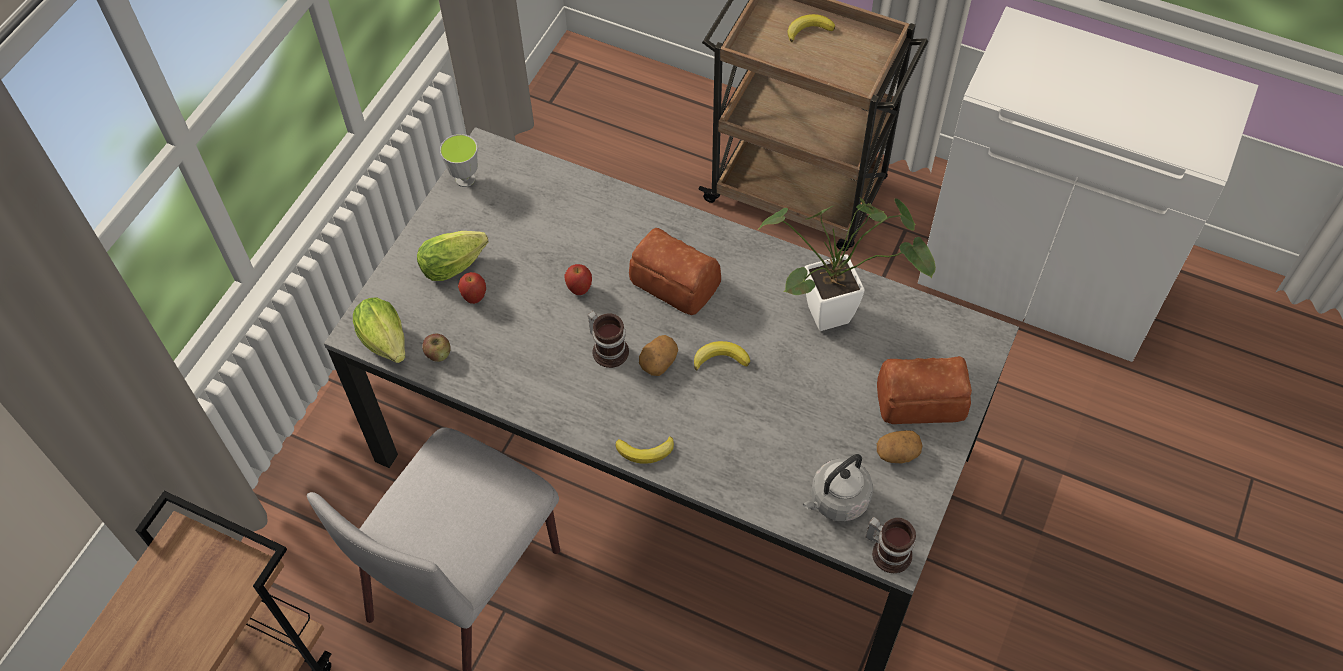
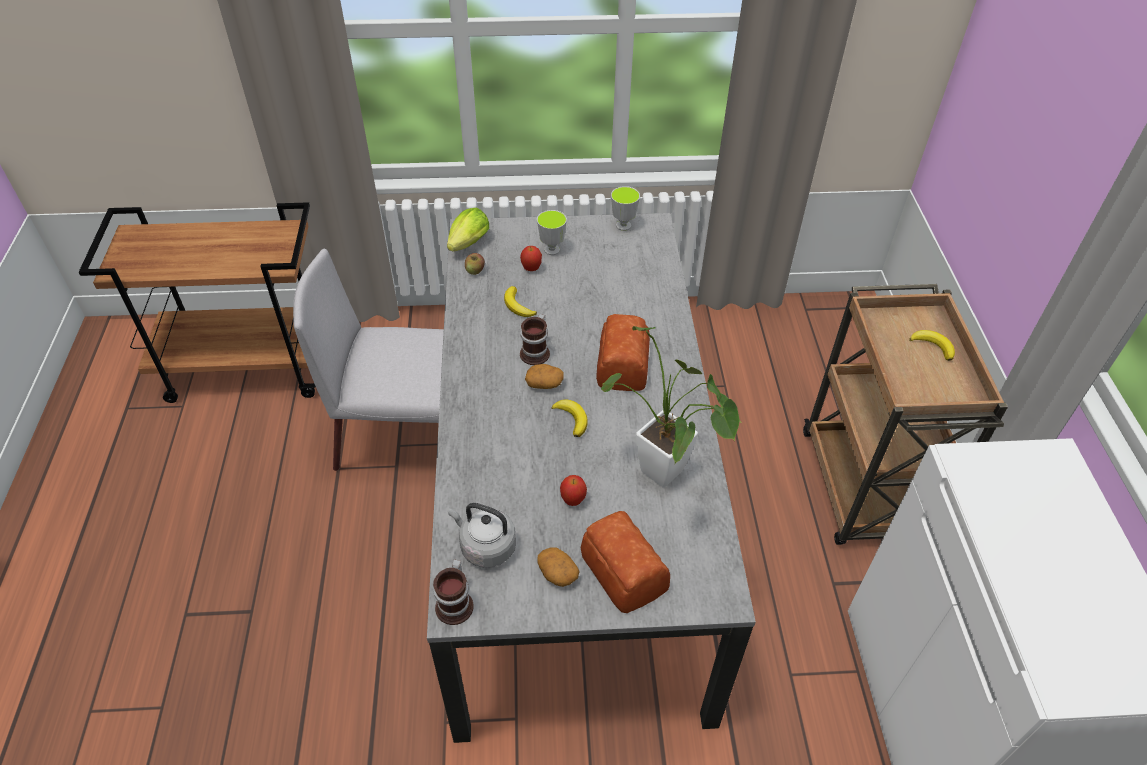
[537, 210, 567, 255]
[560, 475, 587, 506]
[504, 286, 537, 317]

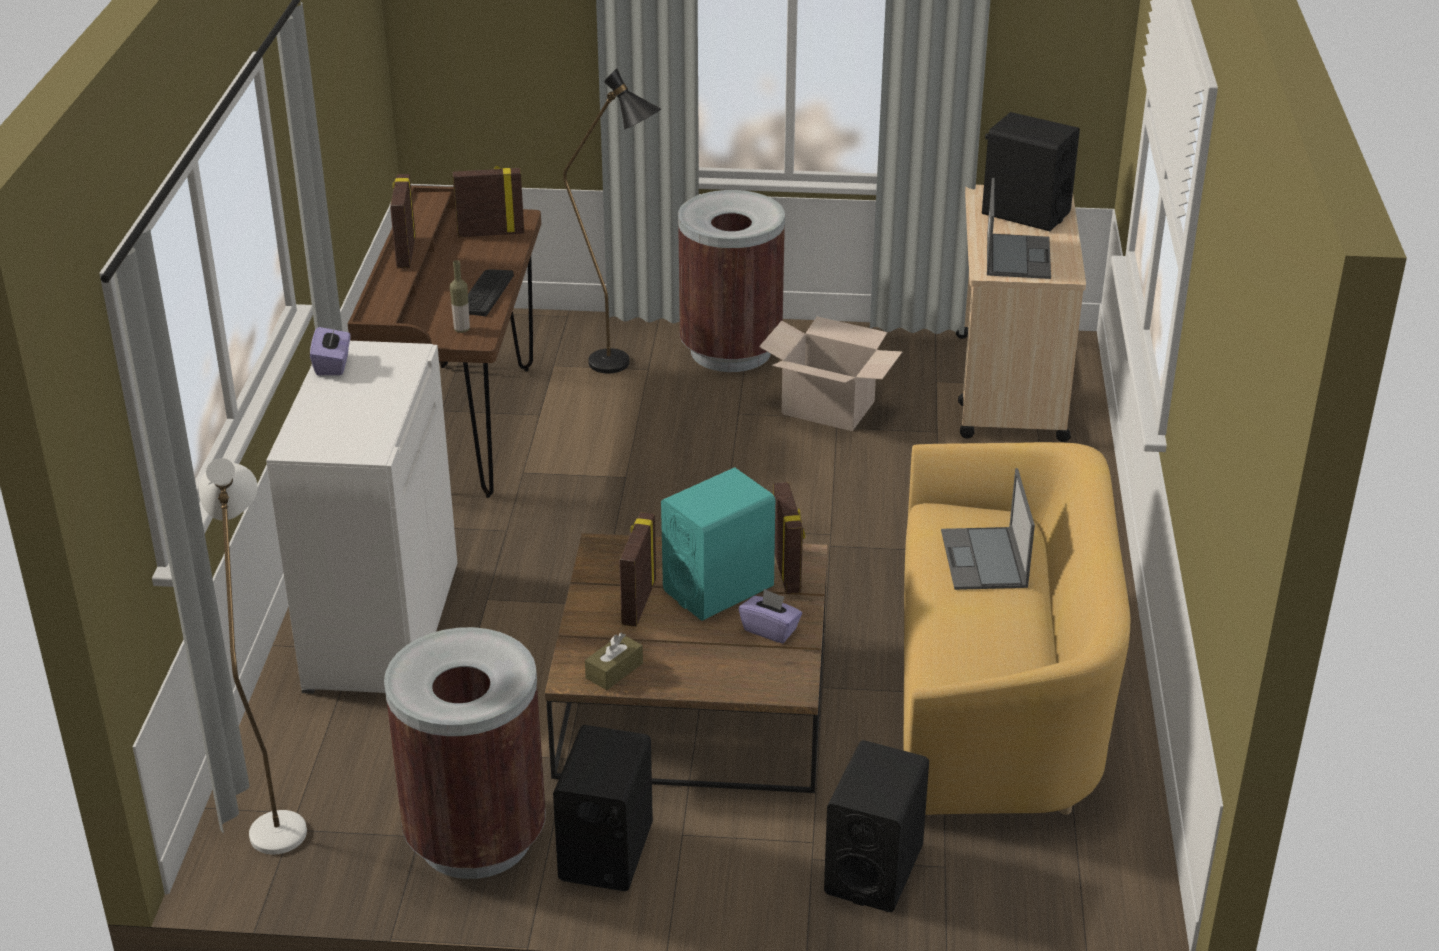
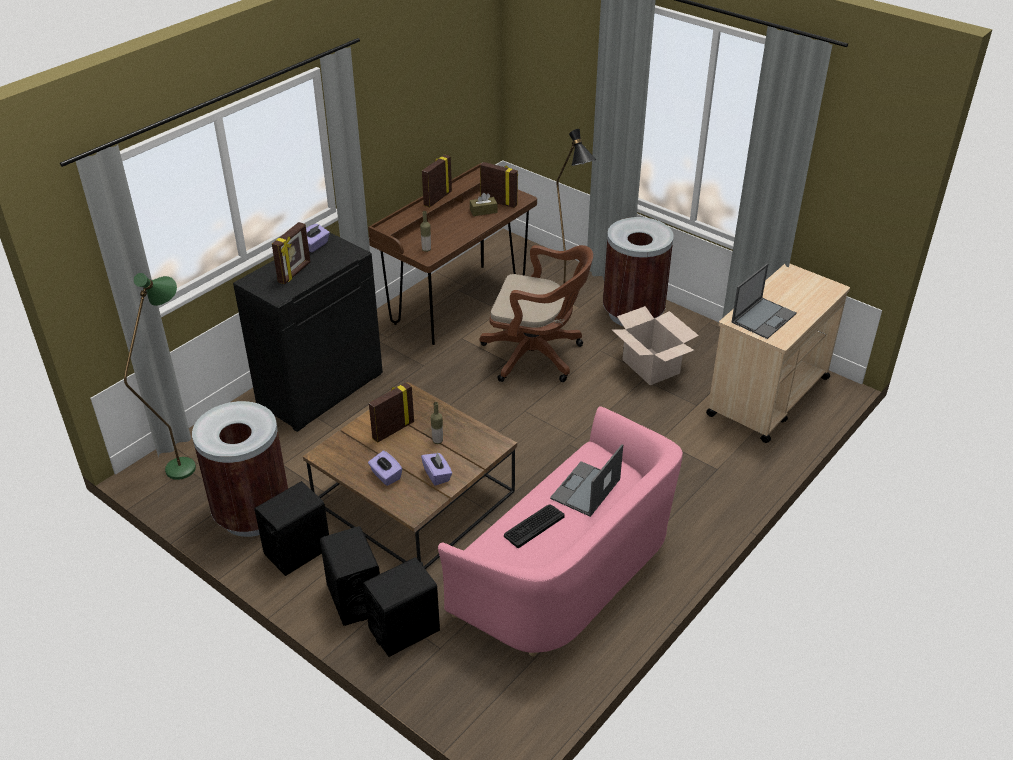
[124, 273, 196, 480]
[233, 233, 383, 432]
[504, 505, 565, 548]
[470, 193, 497, 216]
[431, 402, 443, 444]
[272, 222, 311, 284]
[438, 406, 683, 656]
[320, 526, 380, 626]
[368, 451, 402, 486]
[479, 245, 593, 382]

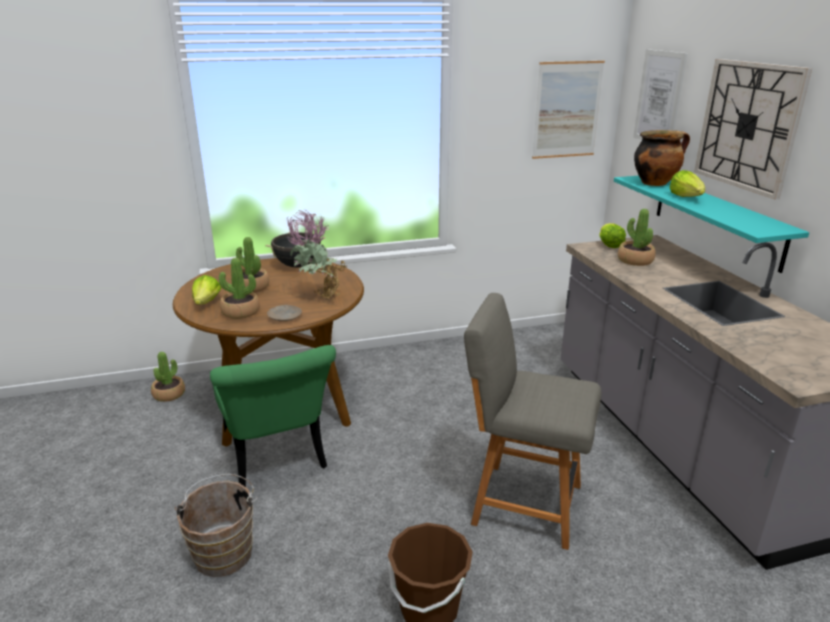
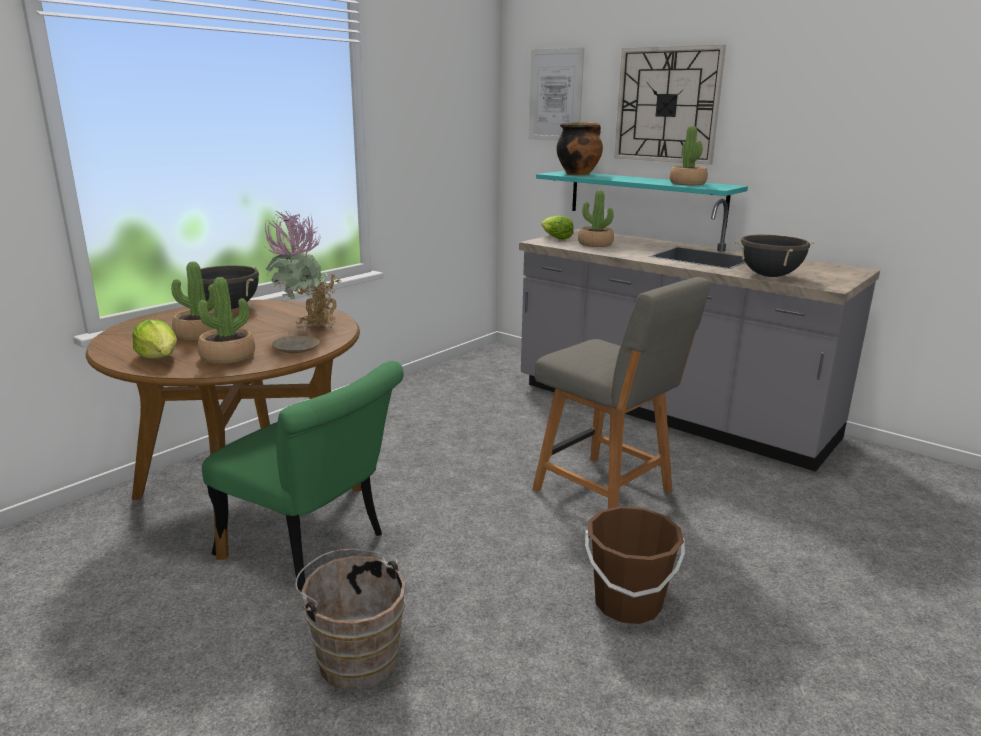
[670, 126, 708, 185]
[532, 277, 710, 509]
[532, 61, 605, 159] (first image)
[670, 170, 705, 197] (first image)
[735, 235, 815, 277]

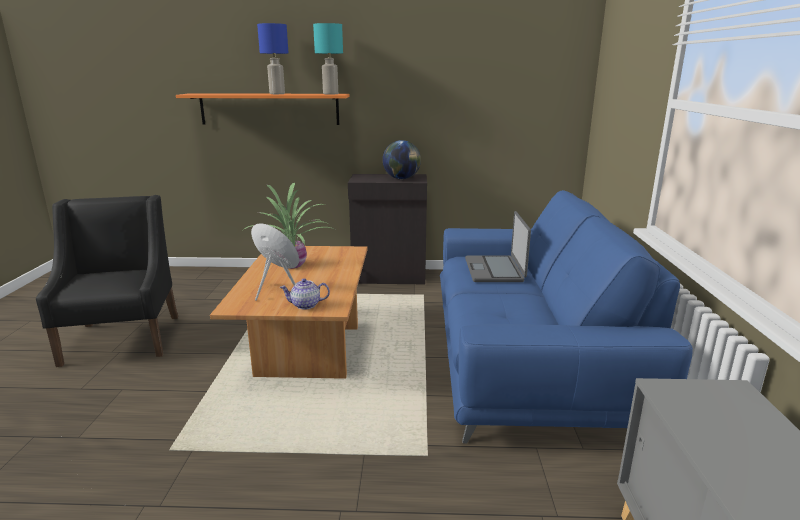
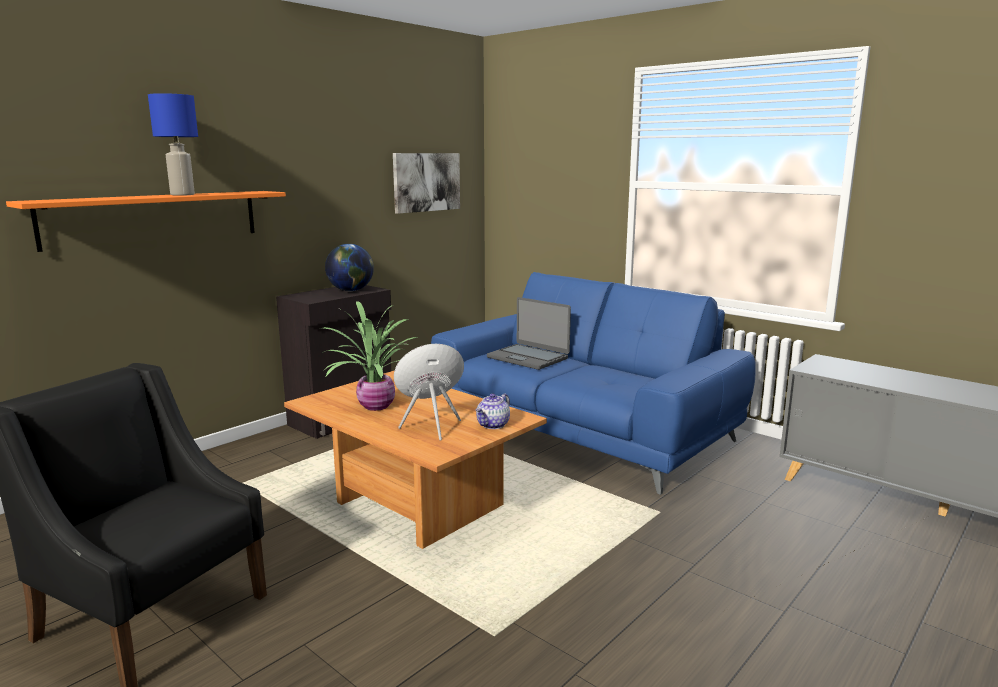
[313, 23, 343, 94] (first image)
[393, 153, 460, 214]

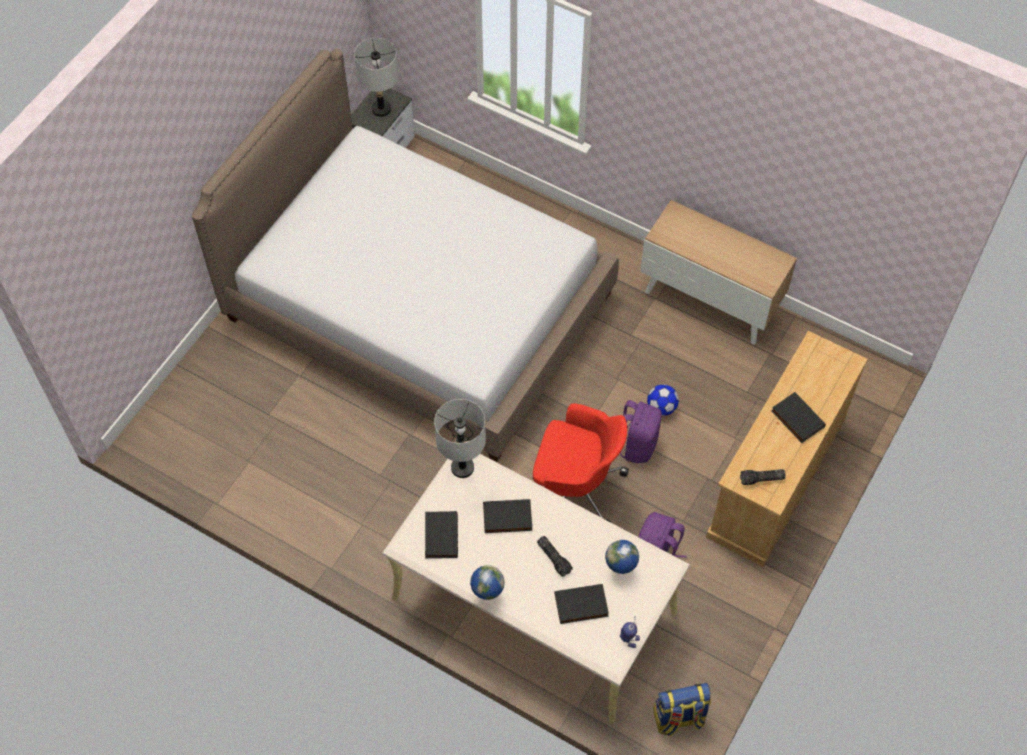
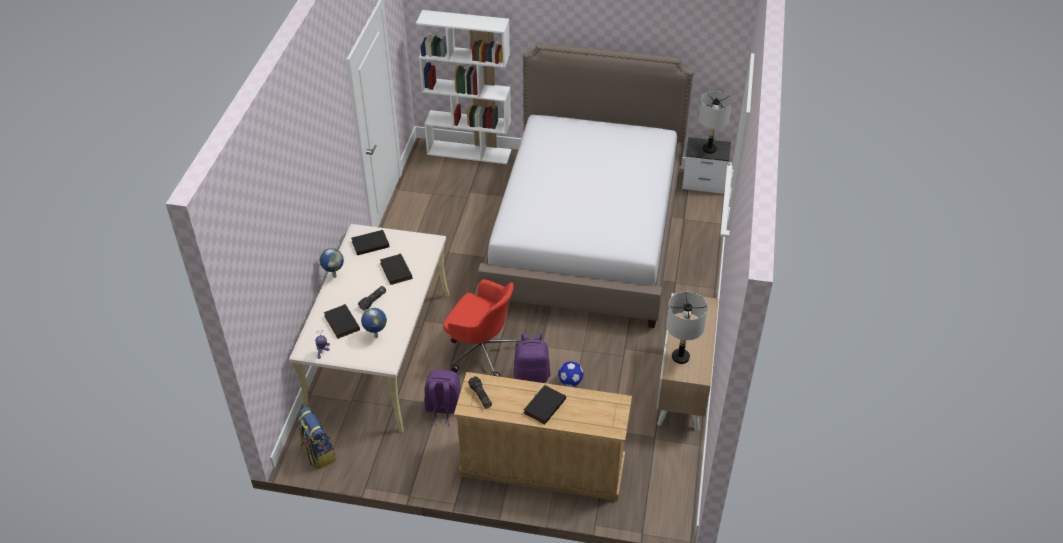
[666, 292, 708, 364]
[443, 279, 520, 377]
[416, 10, 511, 164]

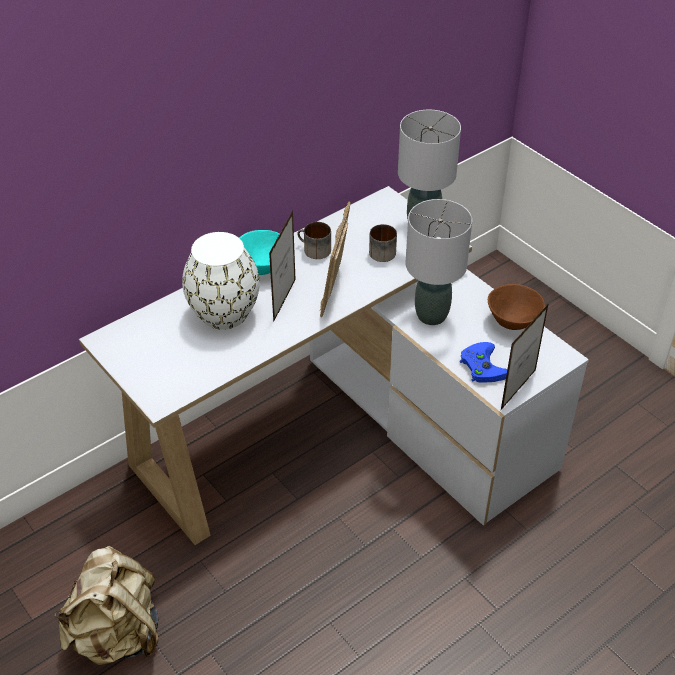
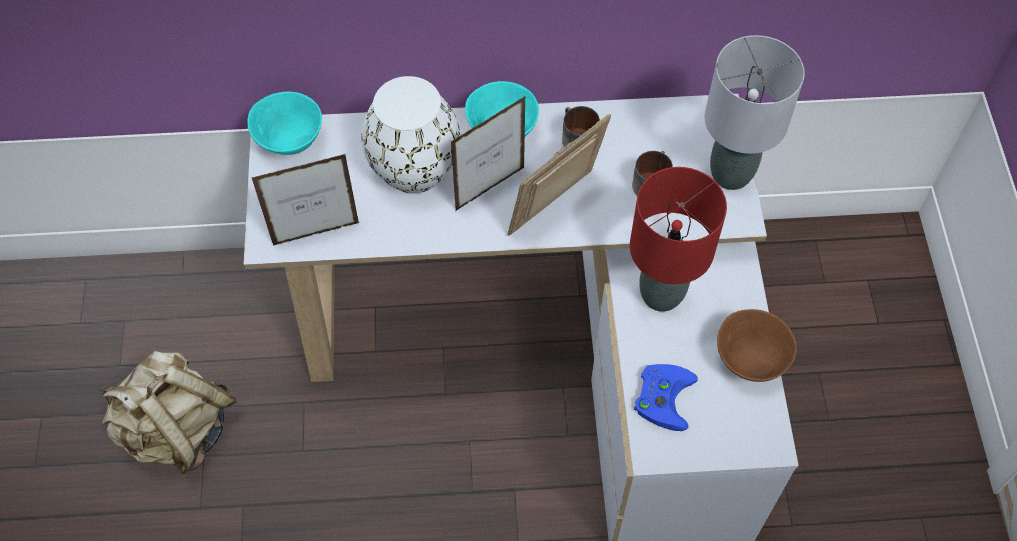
[630, 167, 727, 312]
[252, 154, 360, 246]
[247, 92, 322, 155]

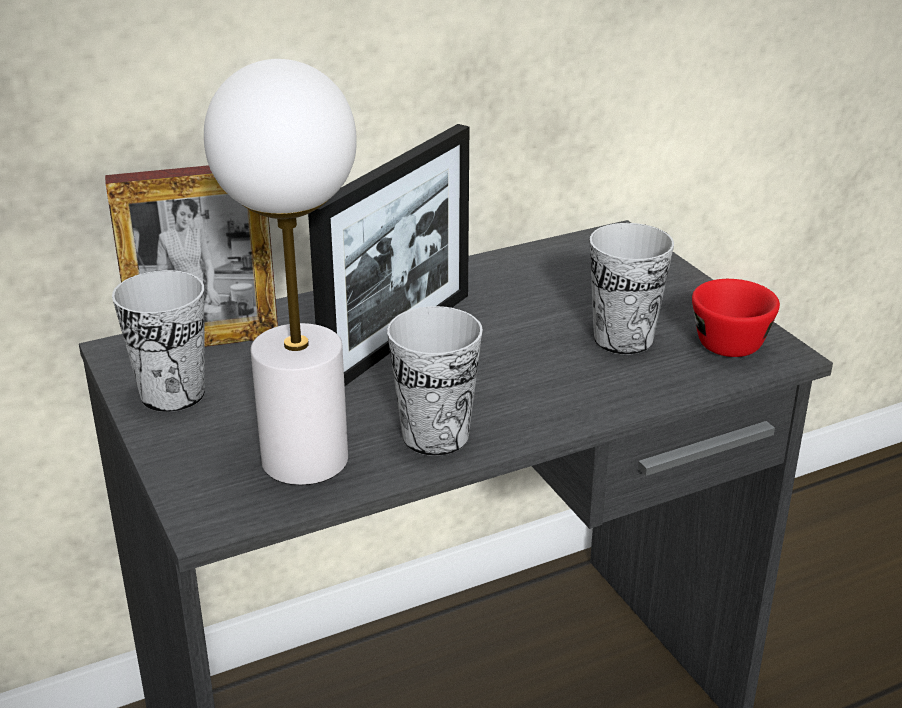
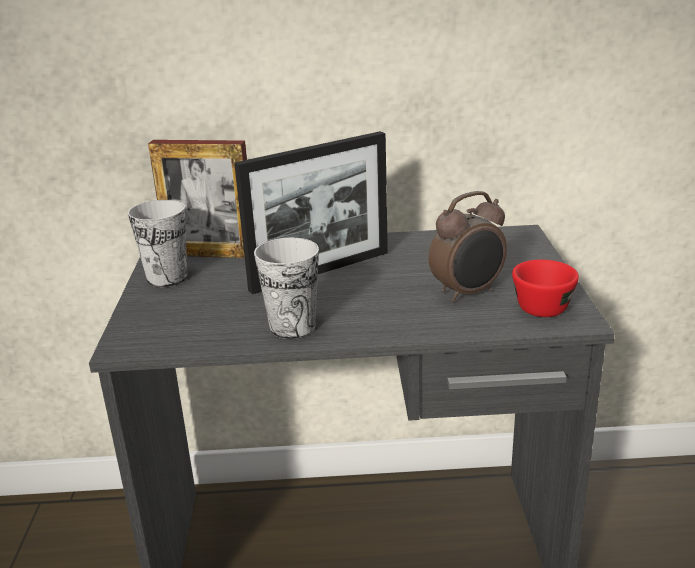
[204, 59, 357, 485] (first image)
[429, 191, 507, 302]

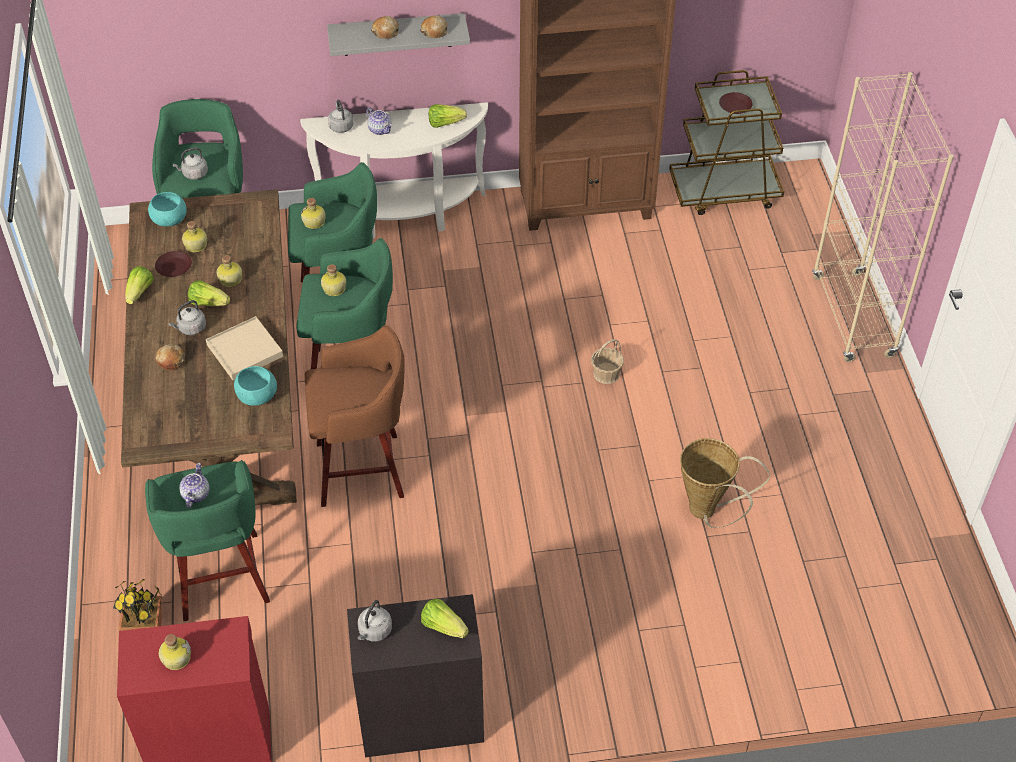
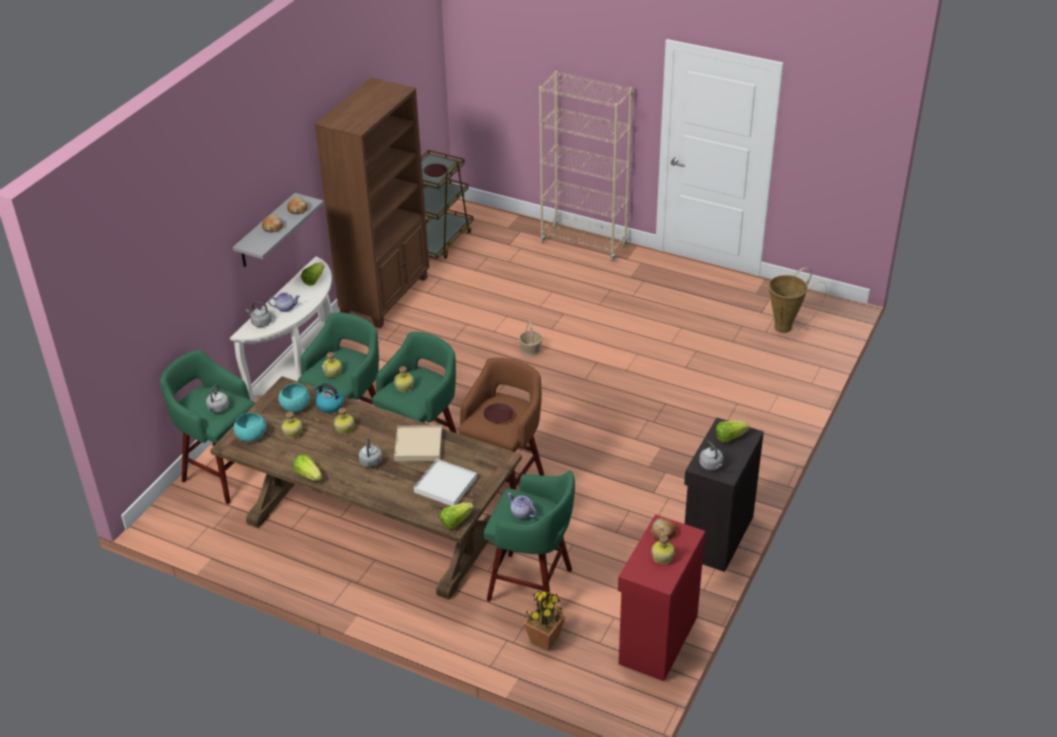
[484, 403, 513, 423]
[651, 518, 676, 541]
[440, 503, 474, 529]
[279, 383, 310, 412]
[769, 267, 827, 333]
[313, 383, 344, 413]
[414, 459, 477, 506]

